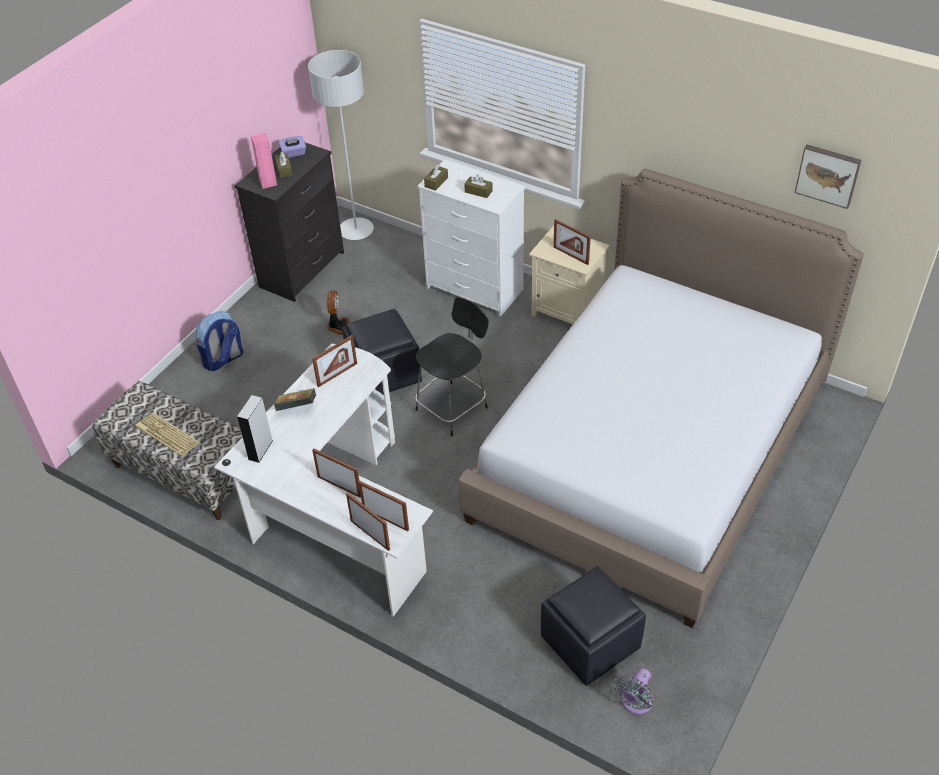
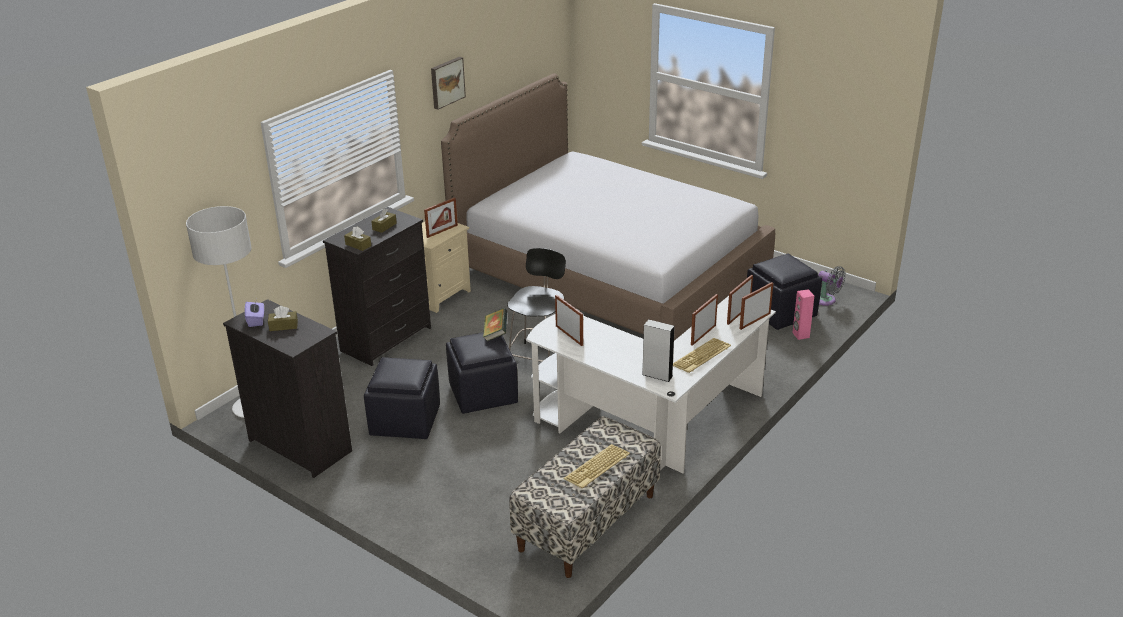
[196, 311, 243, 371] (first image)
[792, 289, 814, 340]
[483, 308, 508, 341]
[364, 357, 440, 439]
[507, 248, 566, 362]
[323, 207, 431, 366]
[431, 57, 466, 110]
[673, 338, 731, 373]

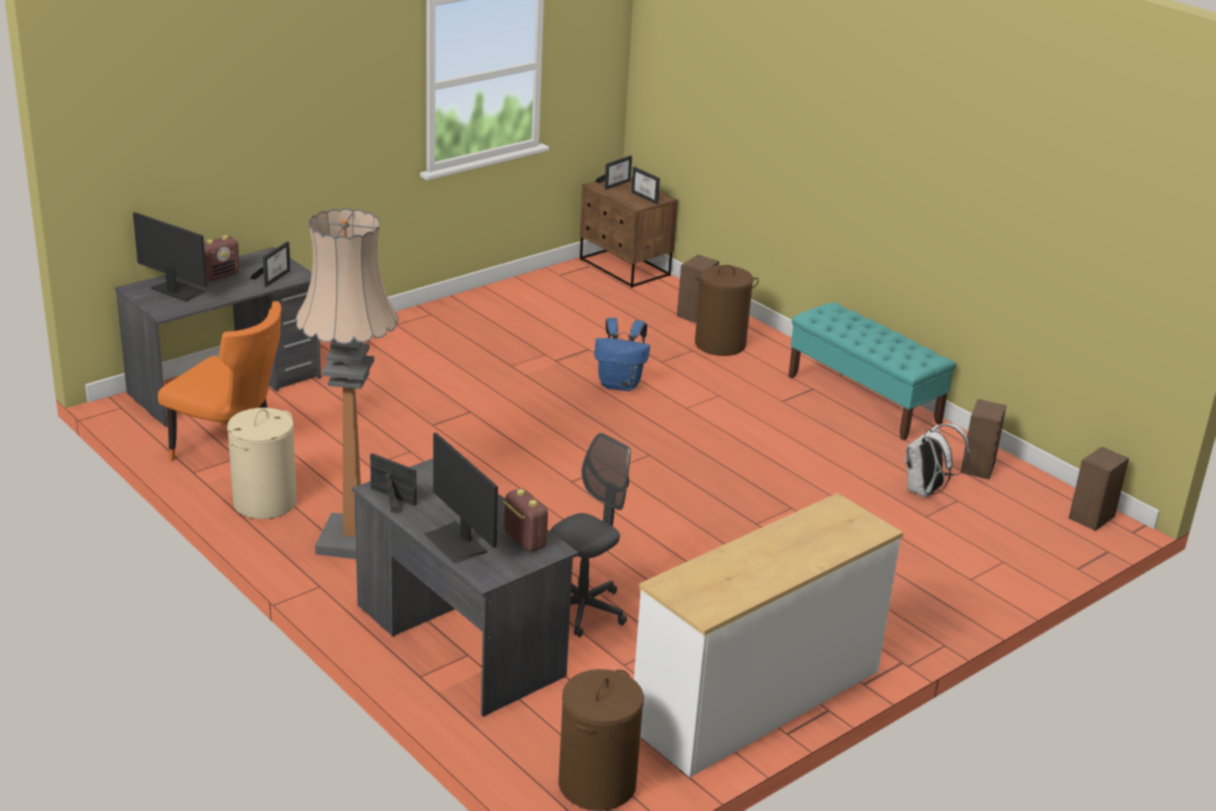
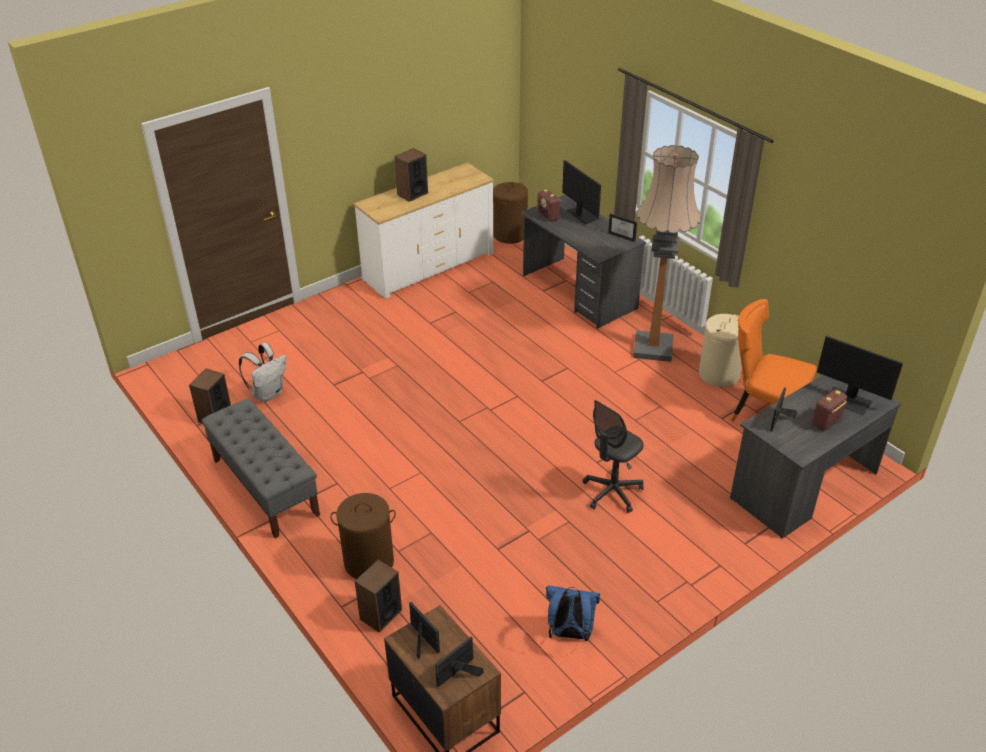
[583, 400, 644, 513]
[546, 586, 600, 641]
[202, 399, 320, 538]
[394, 148, 428, 202]

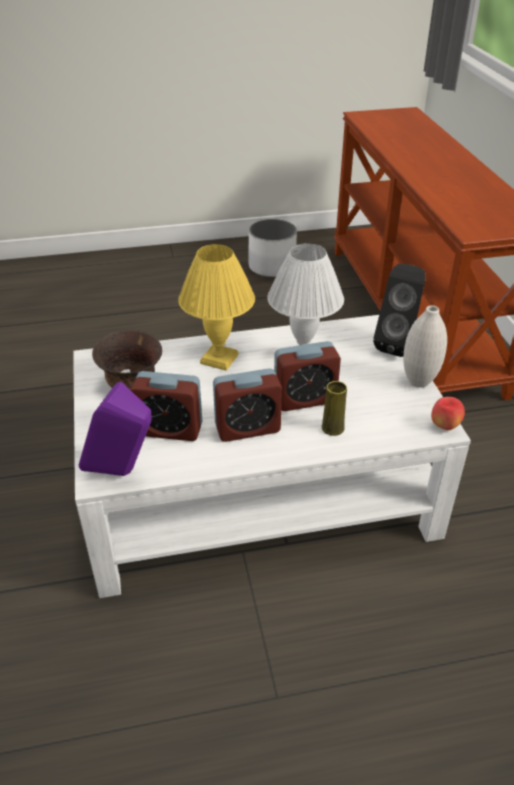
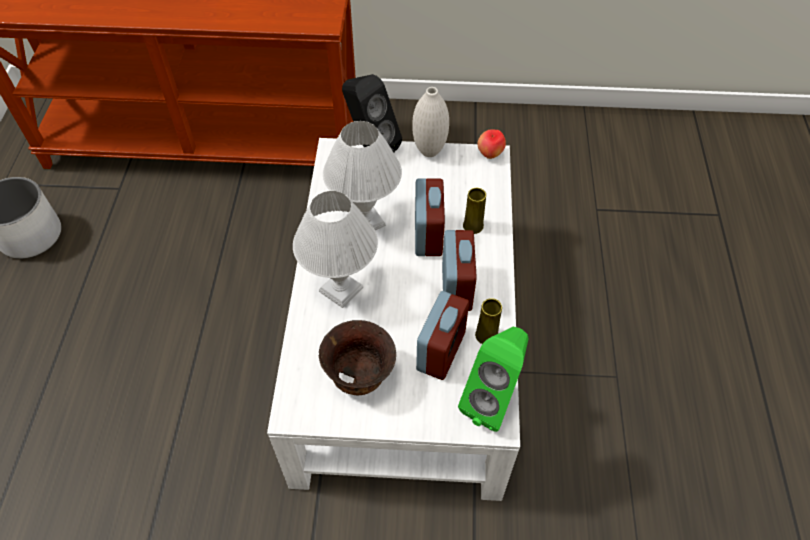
[458, 327, 529, 432]
[293, 191, 378, 308]
[475, 298, 502, 344]

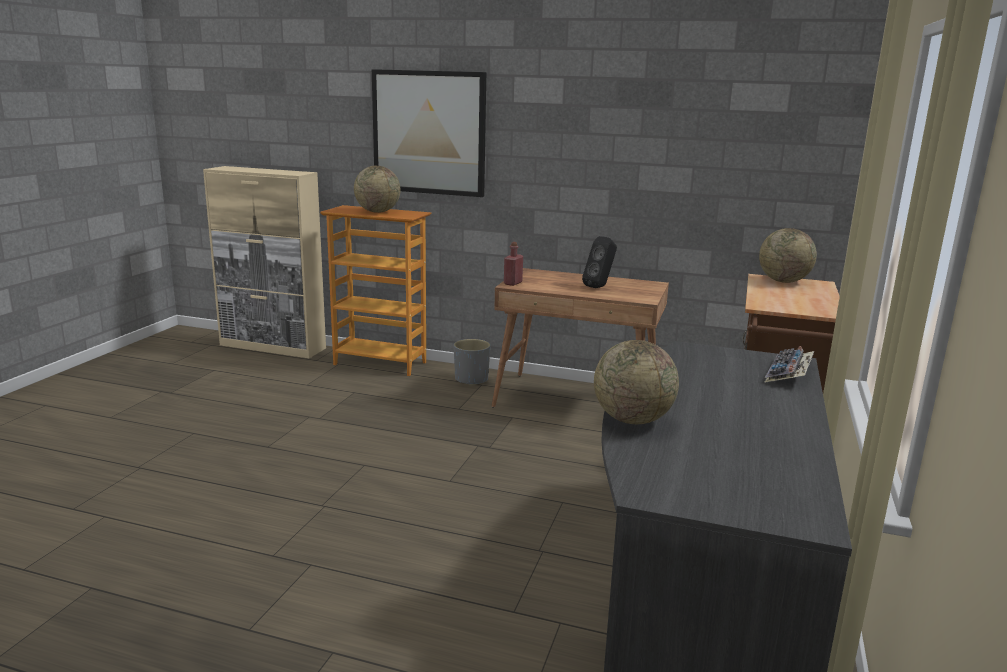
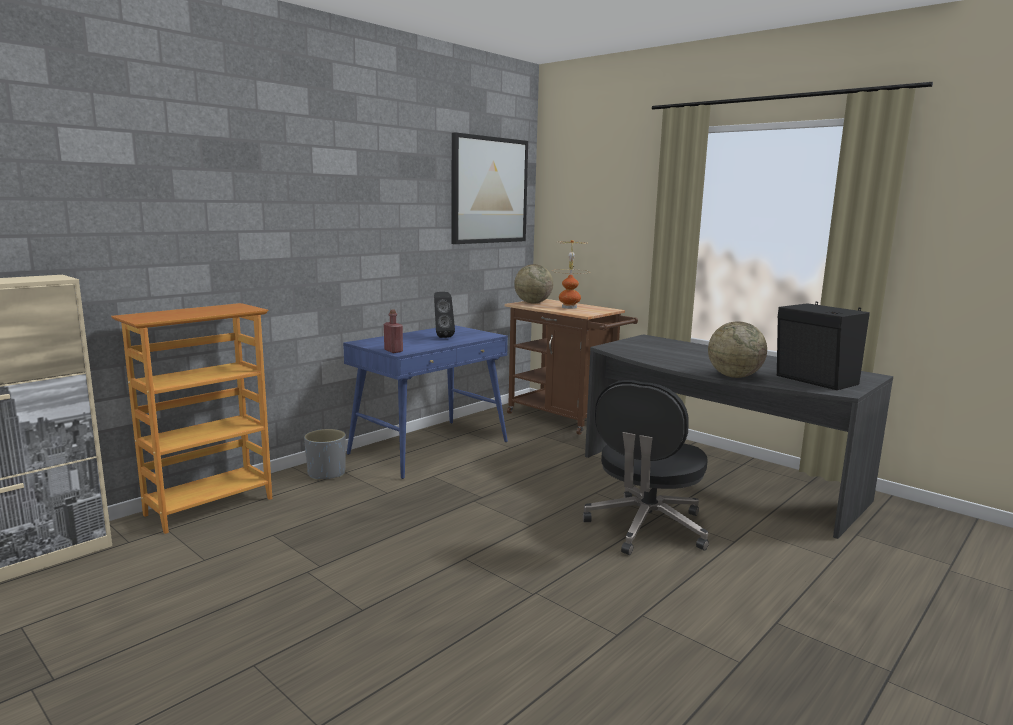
[354, 166, 401, 213] (first image)
[451, 132, 528, 244]
[343, 325, 508, 479]
[764, 346, 814, 383] (first image)
[552, 240, 590, 309]
[583, 380, 709, 555]
[777, 302, 870, 390]

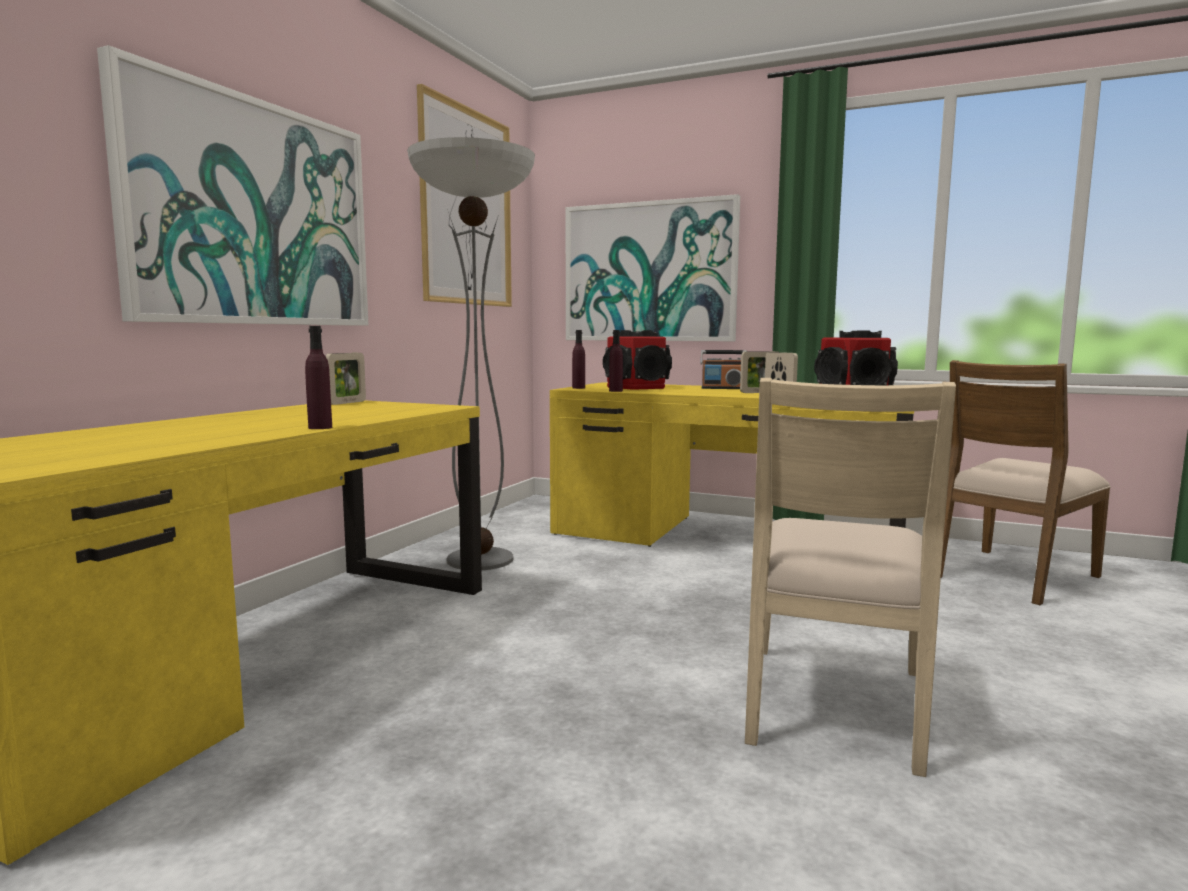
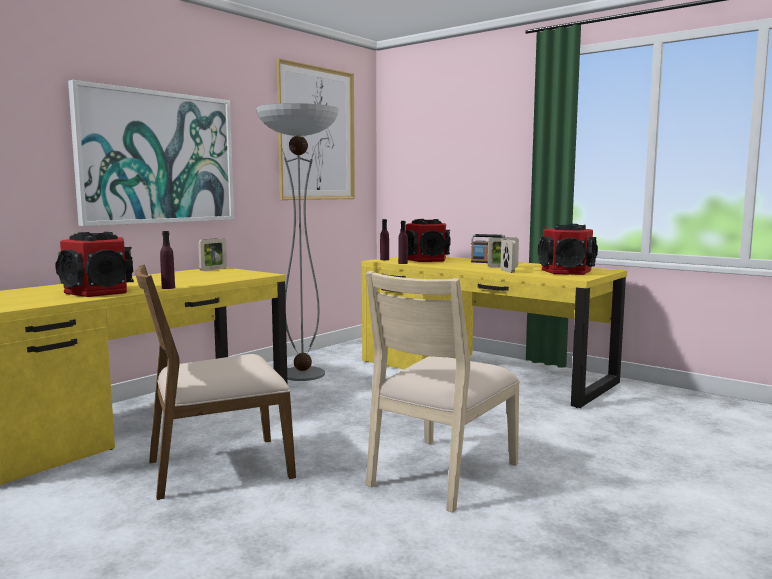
[566, 194, 740, 341] (first image)
[135, 265, 296, 500]
[55, 232, 134, 297]

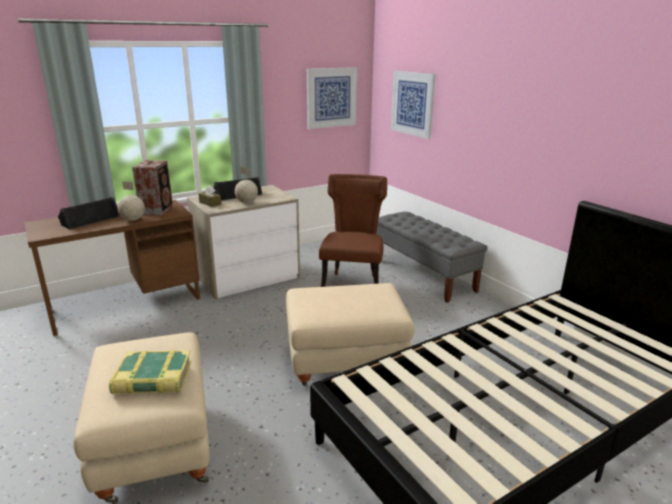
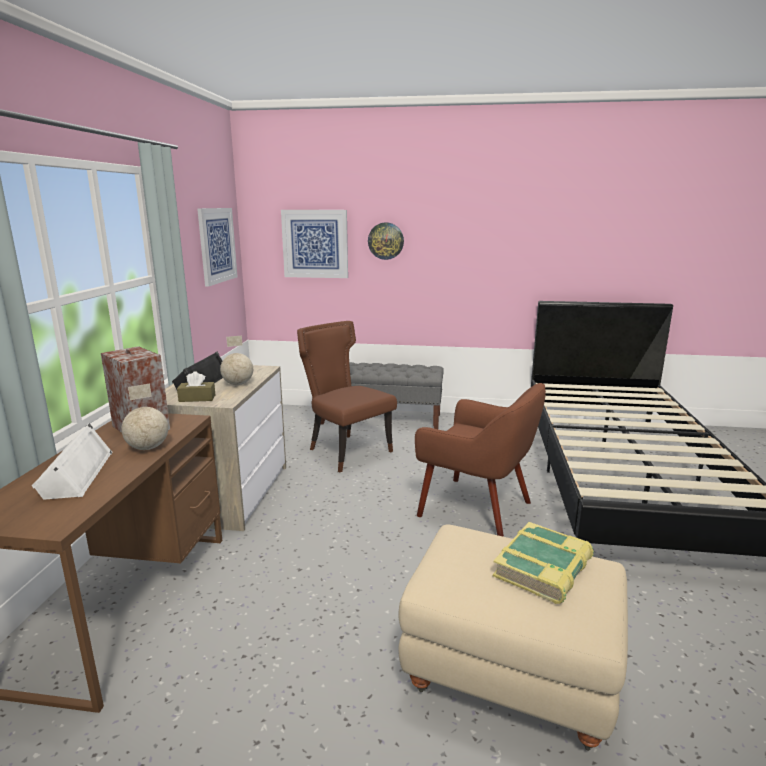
[32, 423, 113, 500]
[415, 383, 546, 537]
[368, 222, 404, 260]

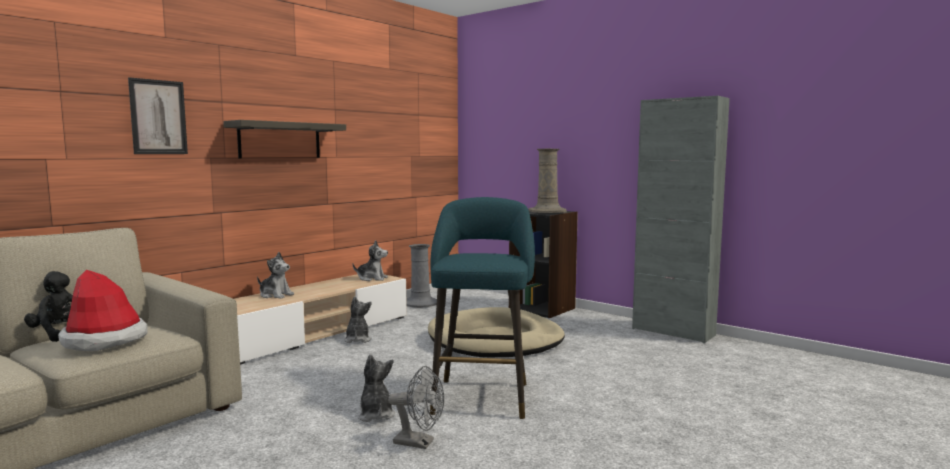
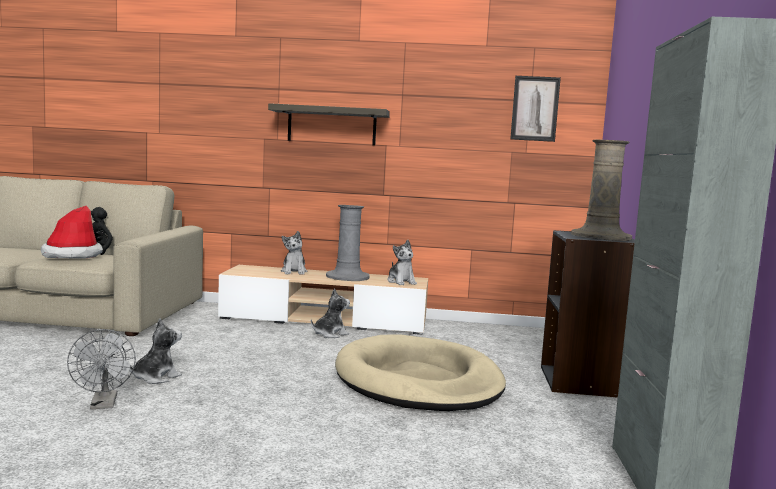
[510, 76, 561, 142]
[326, 205, 370, 281]
[430, 197, 535, 419] (first image)

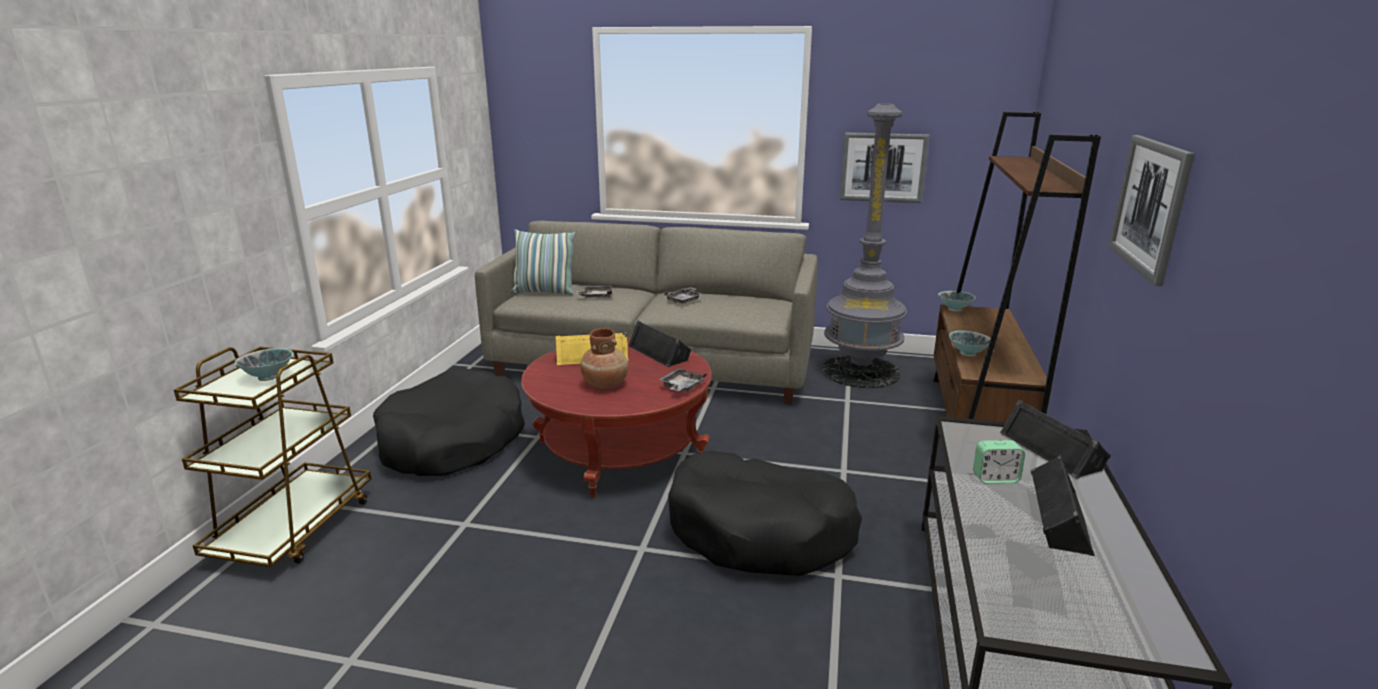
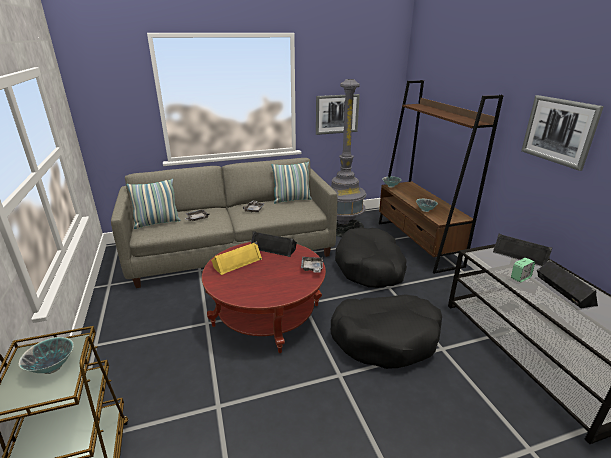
[335, 227, 407, 288]
[580, 328, 628, 389] (first image)
[271, 162, 312, 204]

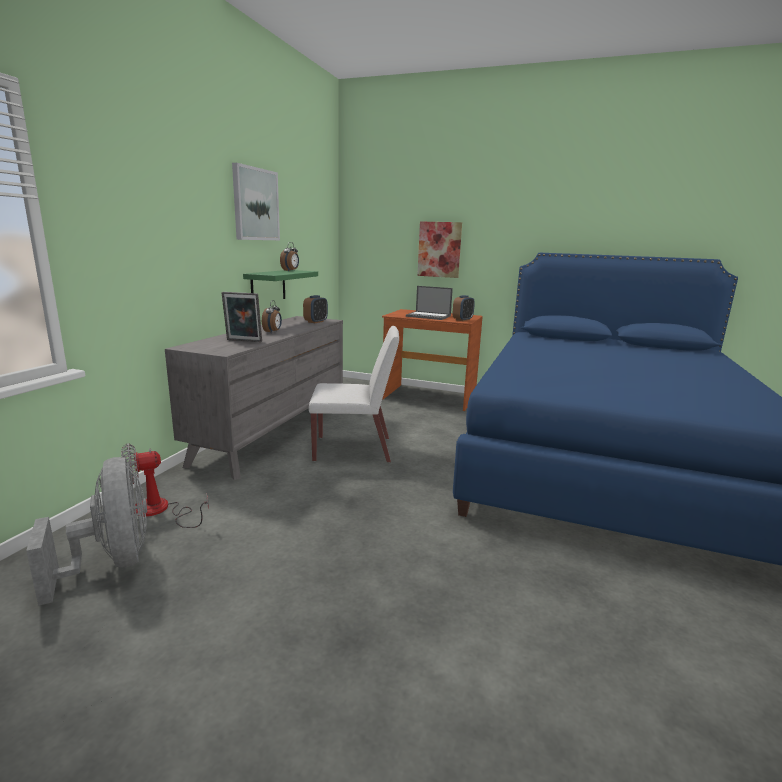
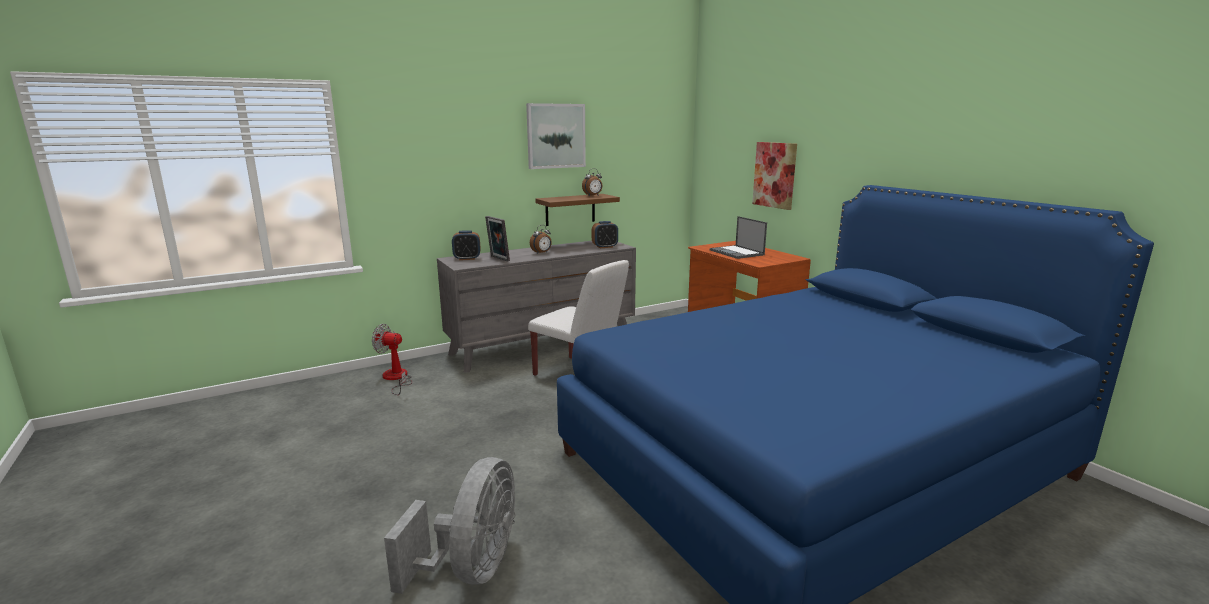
[384, 457, 516, 594]
[536, 194, 620, 226]
[452, 230, 480, 260]

